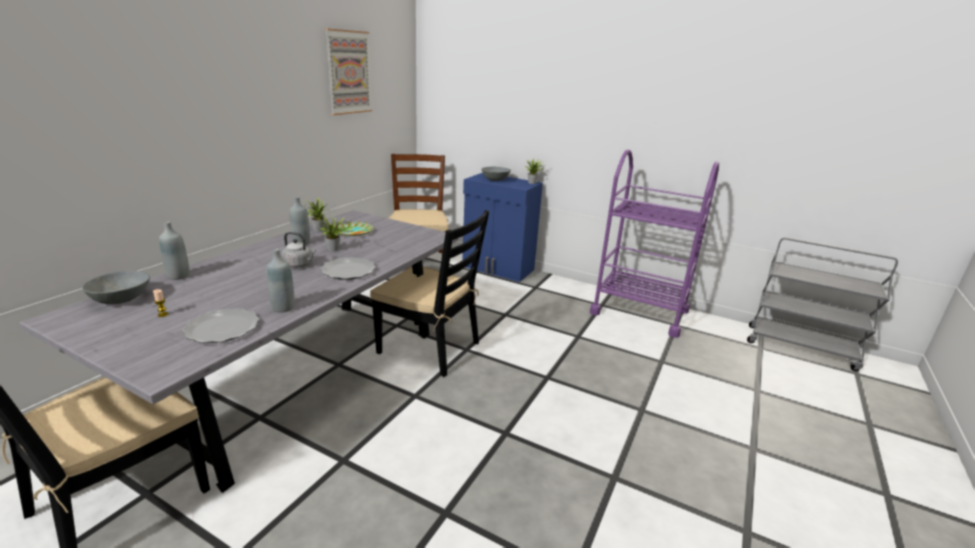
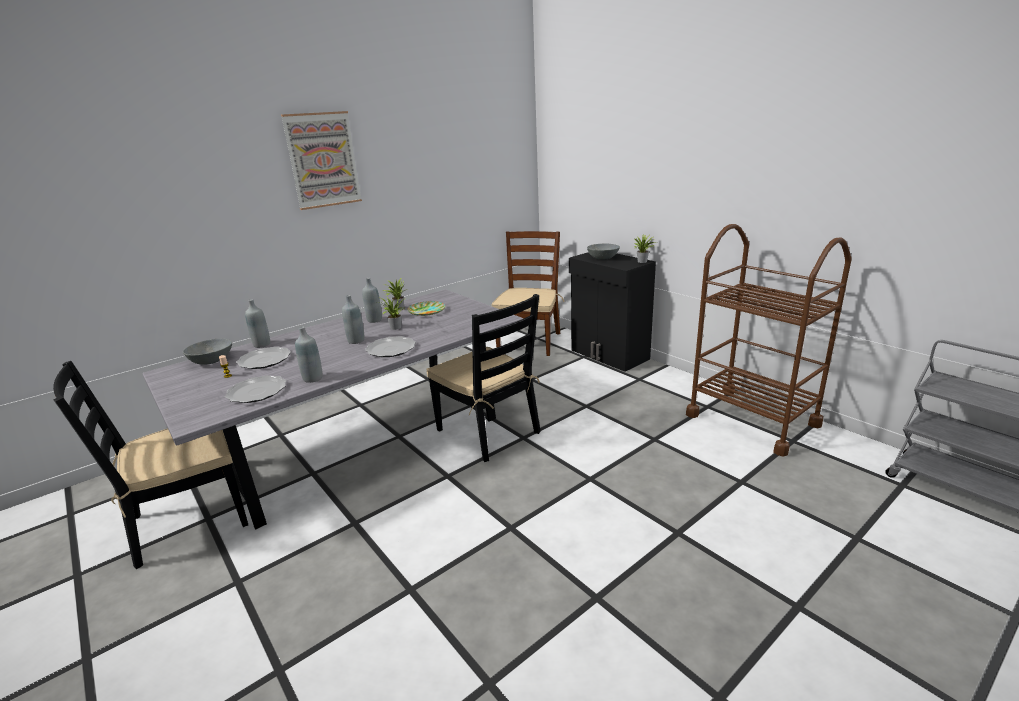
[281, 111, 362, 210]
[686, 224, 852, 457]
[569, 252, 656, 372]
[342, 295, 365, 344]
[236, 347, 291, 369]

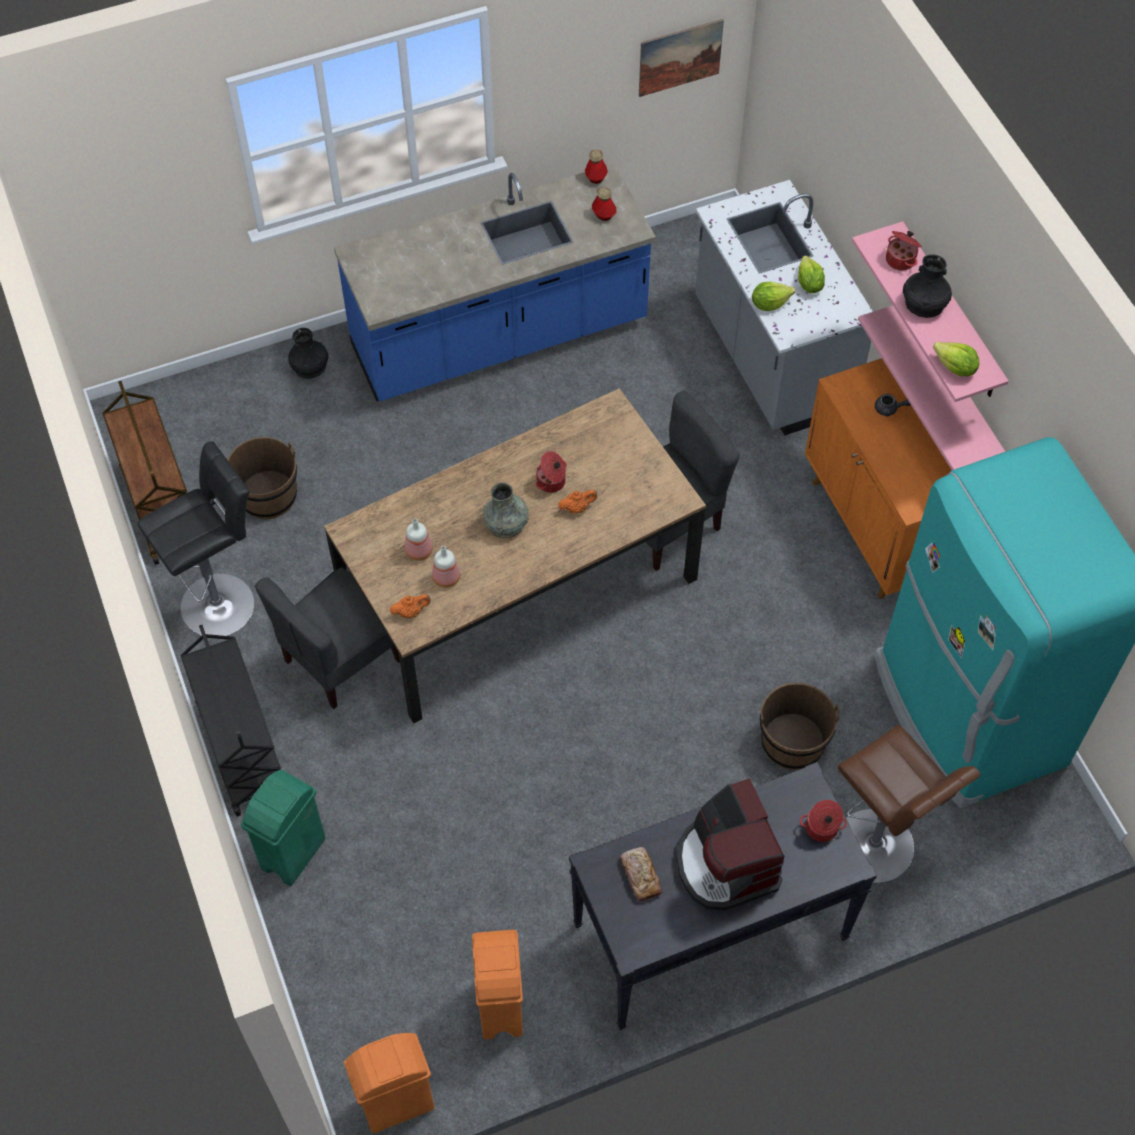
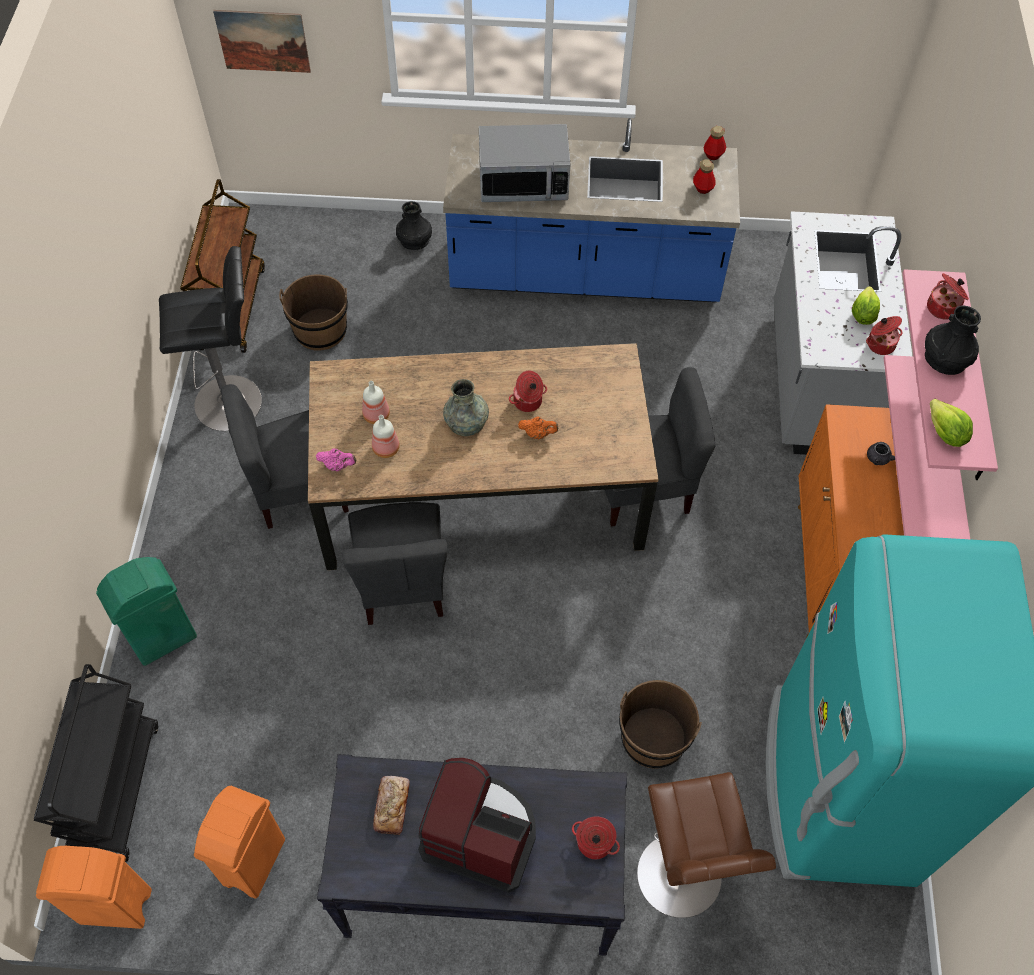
[213, 10, 311, 73]
[752, 282, 795, 311] (first image)
[316, 449, 356, 471]
[34, 664, 158, 862]
[418, 758, 536, 893]
[479, 124, 570, 202]
[866, 316, 902, 355]
[342, 502, 447, 625]

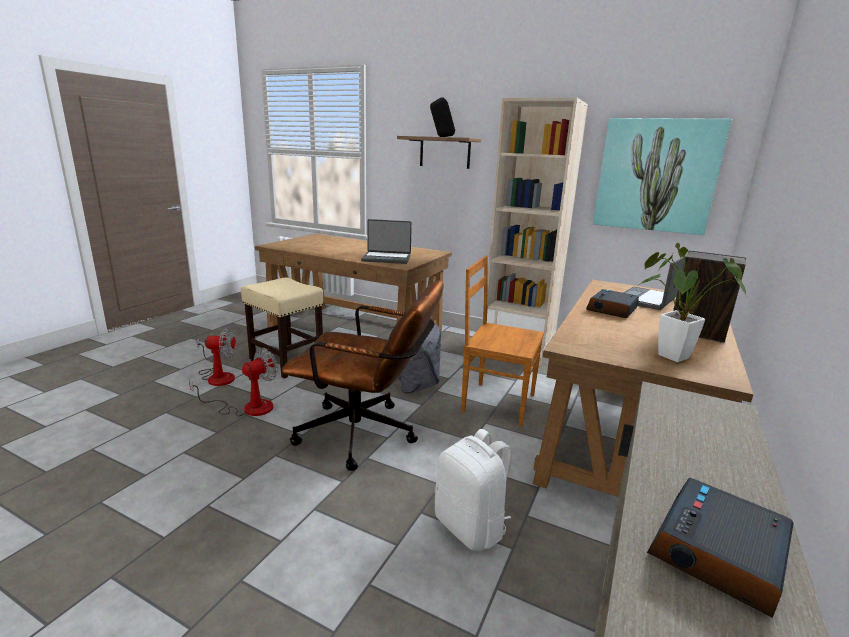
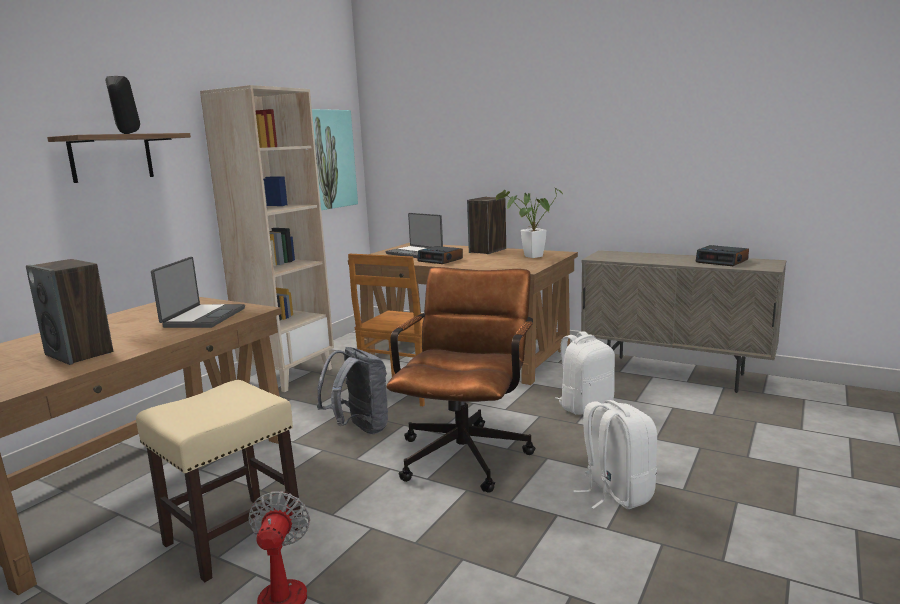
[189, 348, 278, 416] (first image)
[26, 259, 113, 365]
[573, 400, 657, 509]

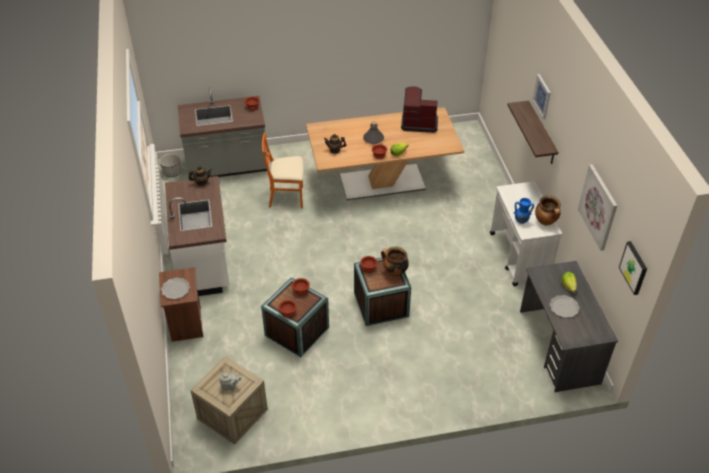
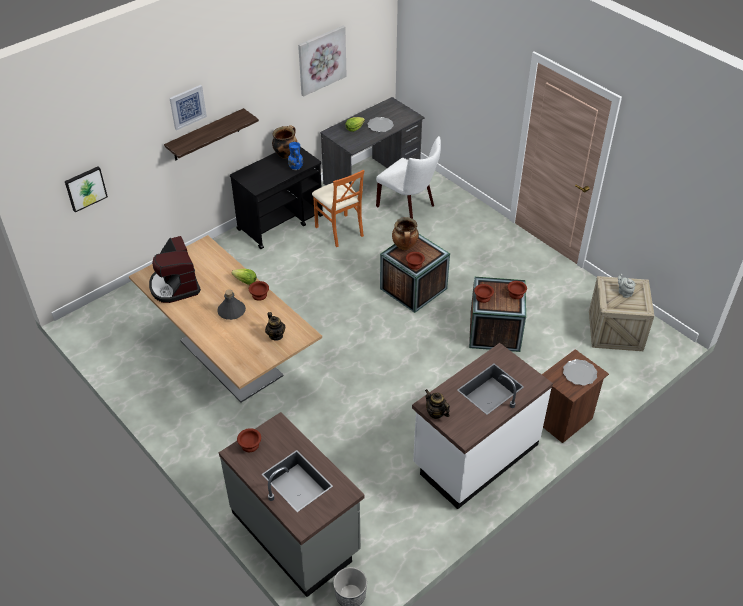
[312, 170, 364, 247]
[230, 147, 323, 249]
[65, 166, 108, 212]
[376, 136, 441, 219]

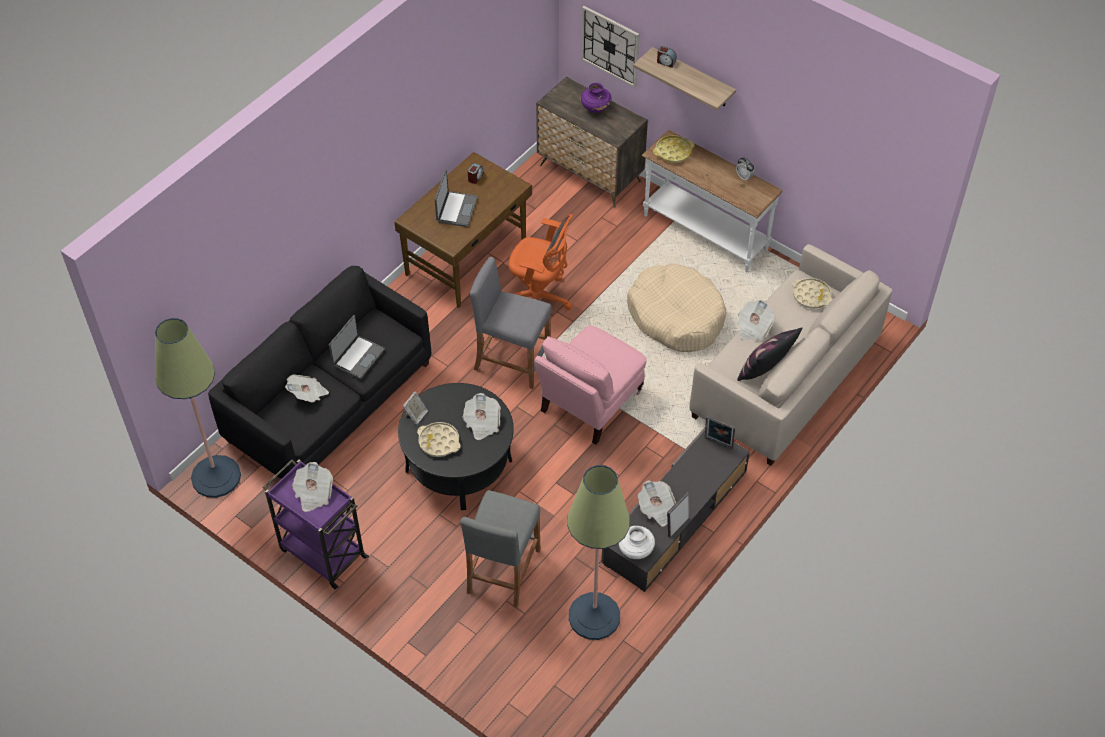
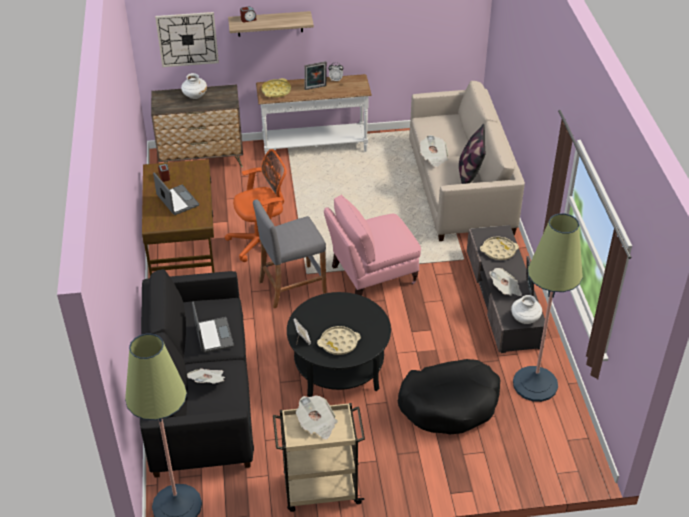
[181, 73, 207, 99]
[627, 263, 726, 352] (first image)
[480, 236, 519, 260]
[324, 195, 421, 296]
[462, 393, 501, 440] (first image)
[305, 61, 327, 90]
[273, 403, 365, 512]
[398, 359, 500, 434]

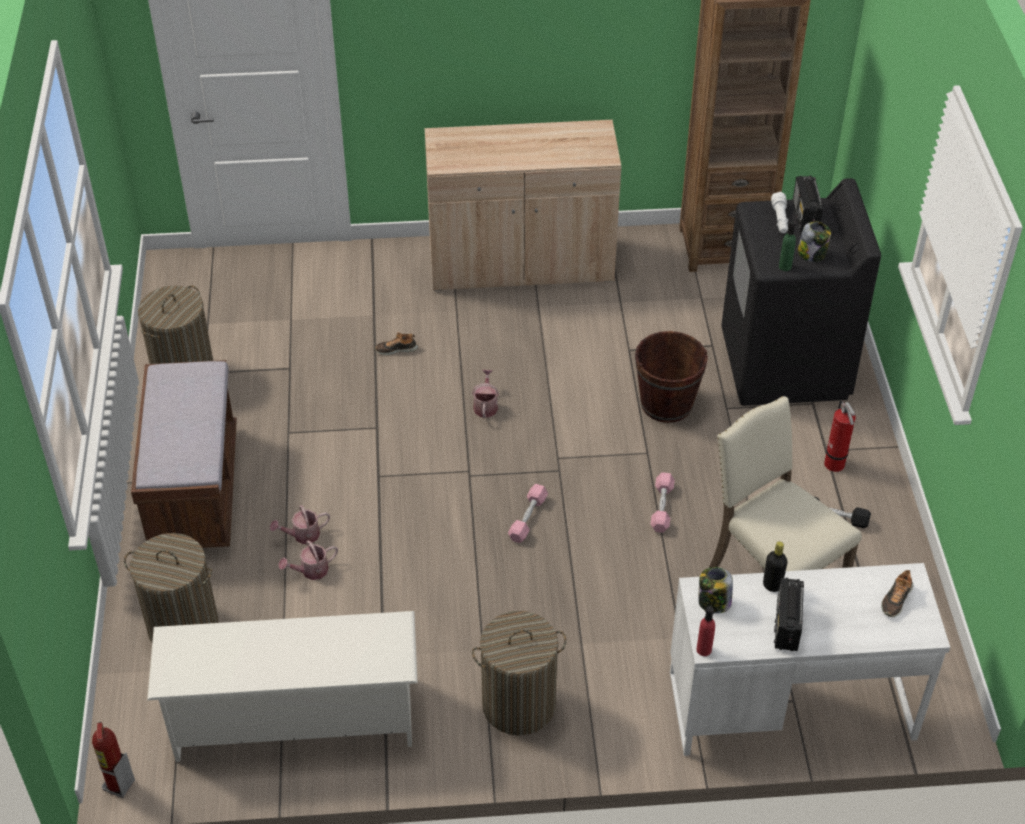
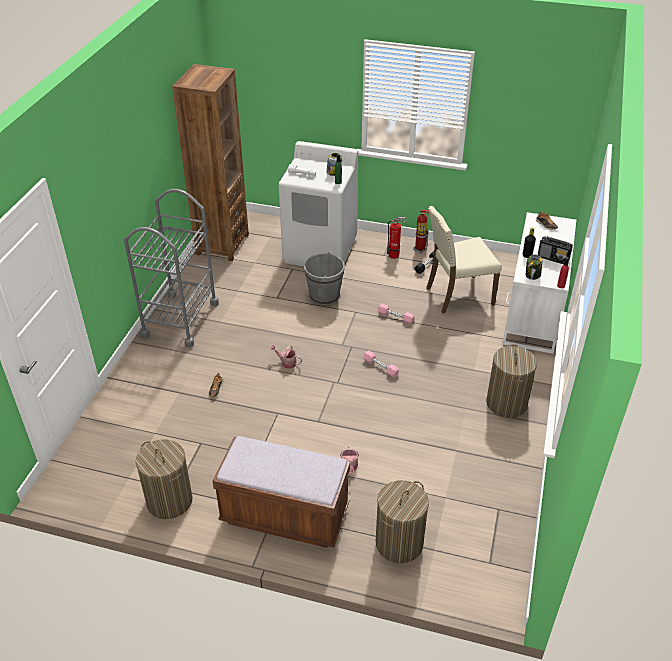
[124, 189, 219, 348]
[793, 176, 823, 232] (first image)
[279, 141, 358, 266]
[304, 252, 345, 305]
[279, 540, 338, 580] (first image)
[147, 611, 418, 762] (first image)
[413, 210, 429, 254]

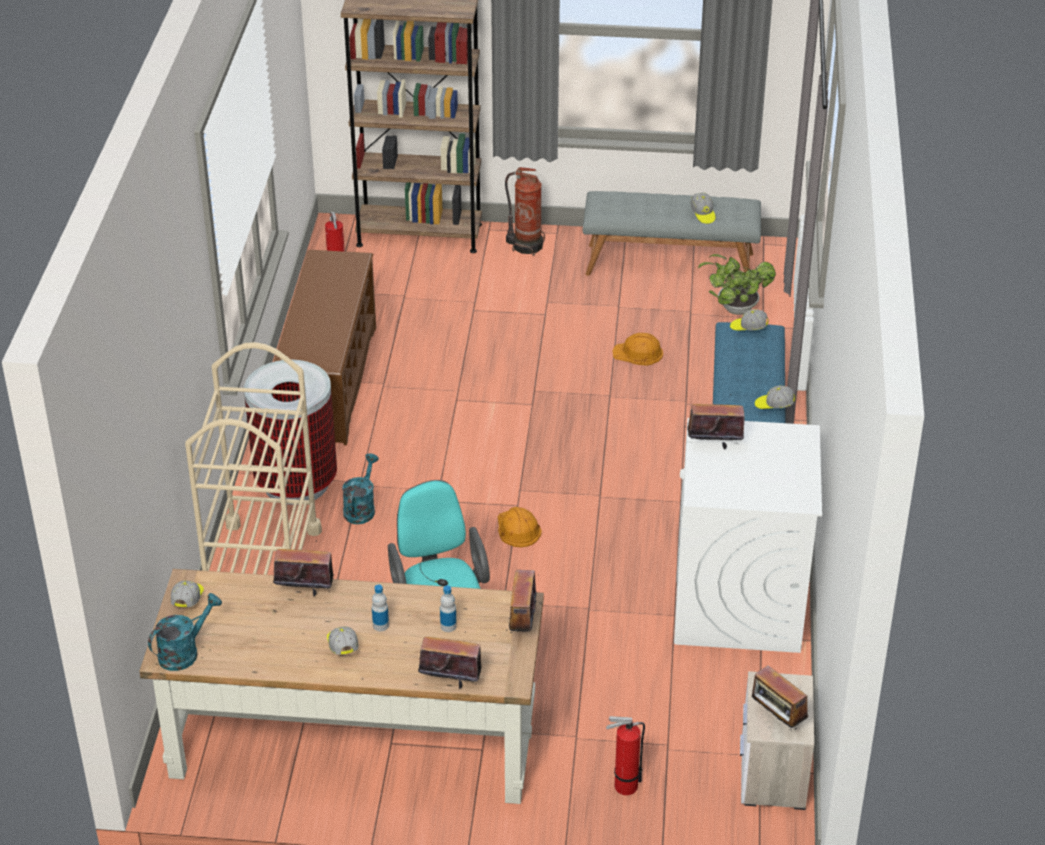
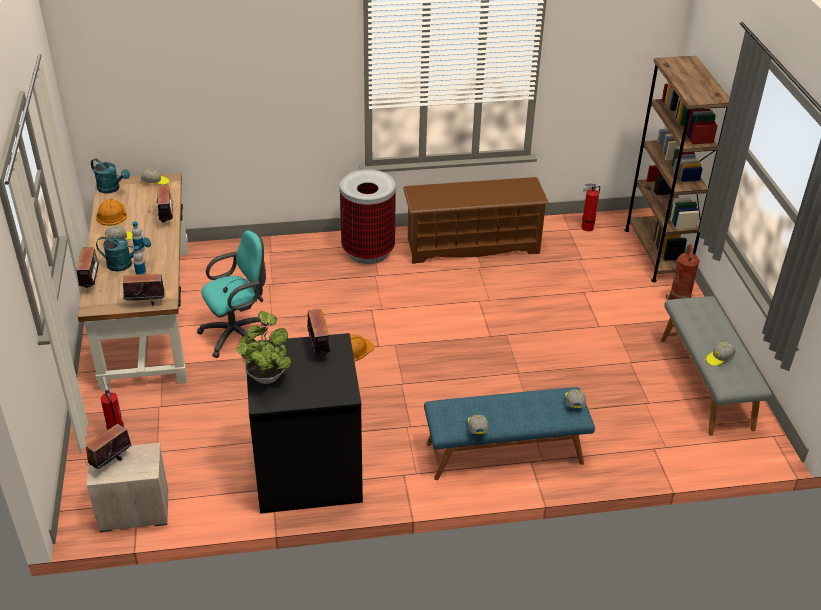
[236, 311, 291, 384]
[96, 199, 127, 226]
[185, 342, 322, 575] (first image)
[247, 333, 363, 514]
[96, 237, 151, 271]

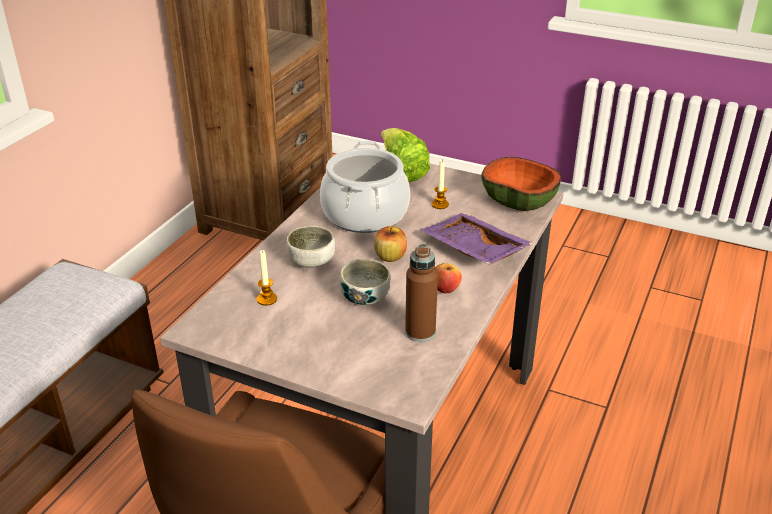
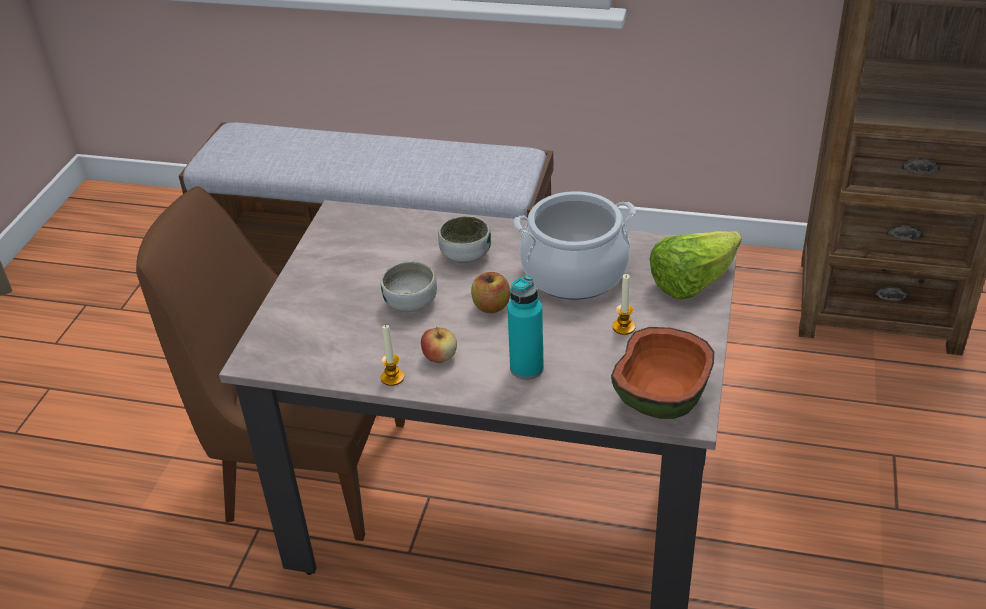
[507, 275, 544, 380]
[405, 244, 438, 342] (first image)
[381, 324, 404, 386]

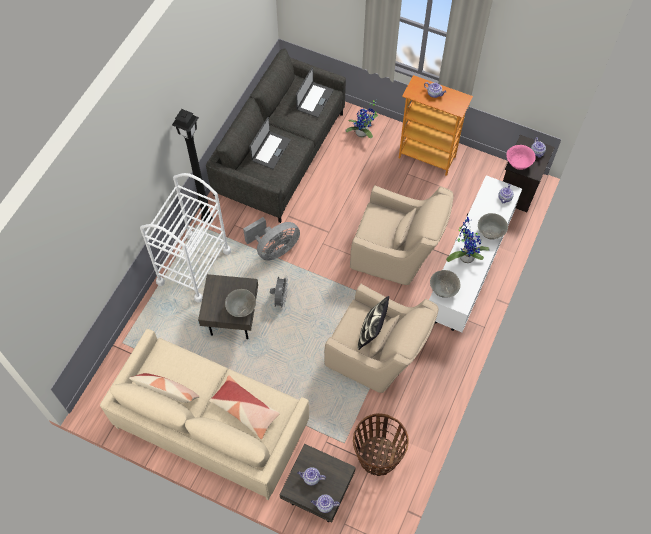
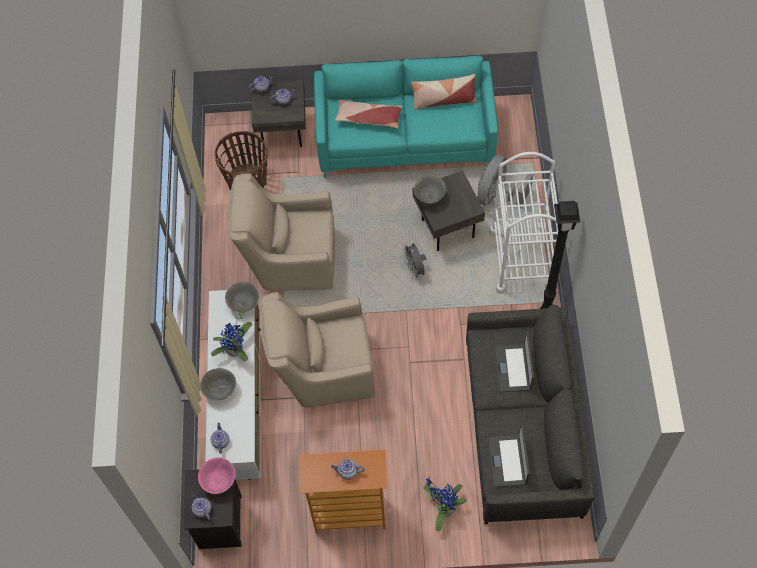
[477, 155, 533, 208]
[357, 296, 389, 350] (first image)
[314, 56, 498, 178]

